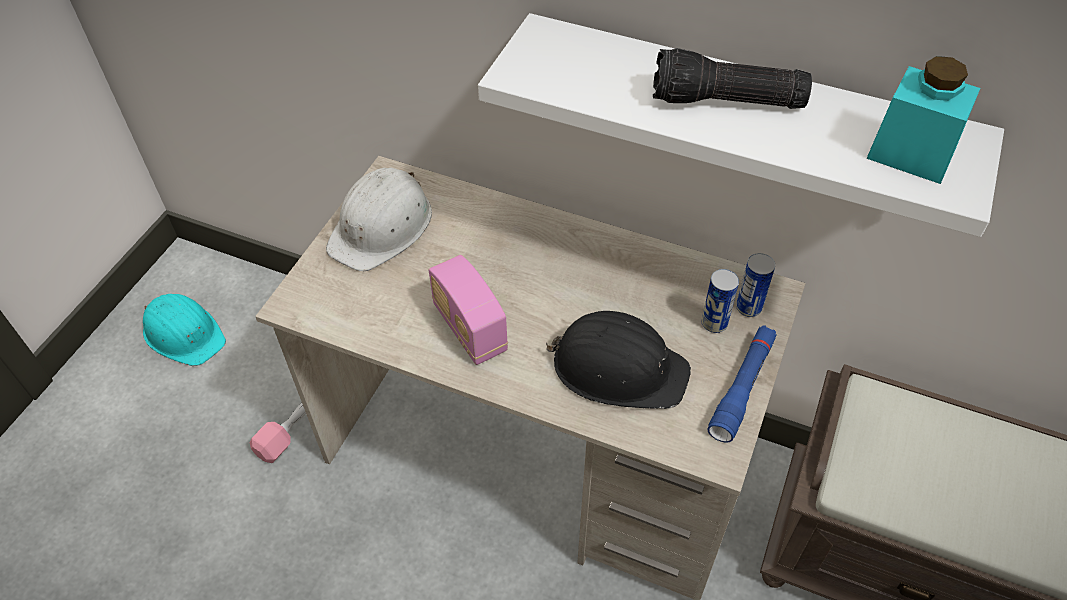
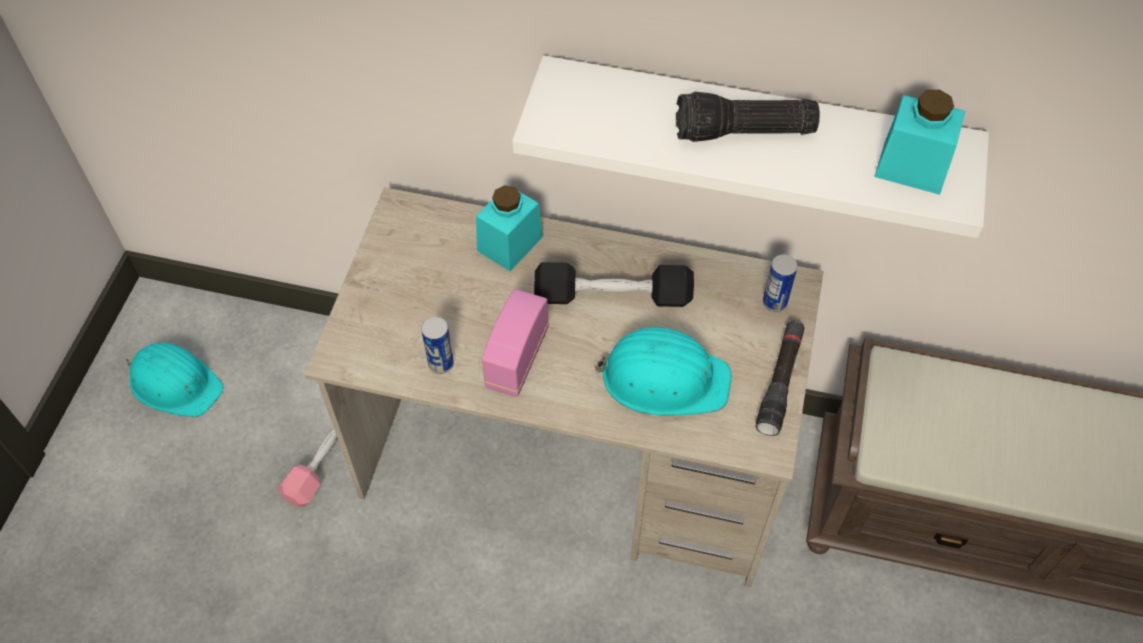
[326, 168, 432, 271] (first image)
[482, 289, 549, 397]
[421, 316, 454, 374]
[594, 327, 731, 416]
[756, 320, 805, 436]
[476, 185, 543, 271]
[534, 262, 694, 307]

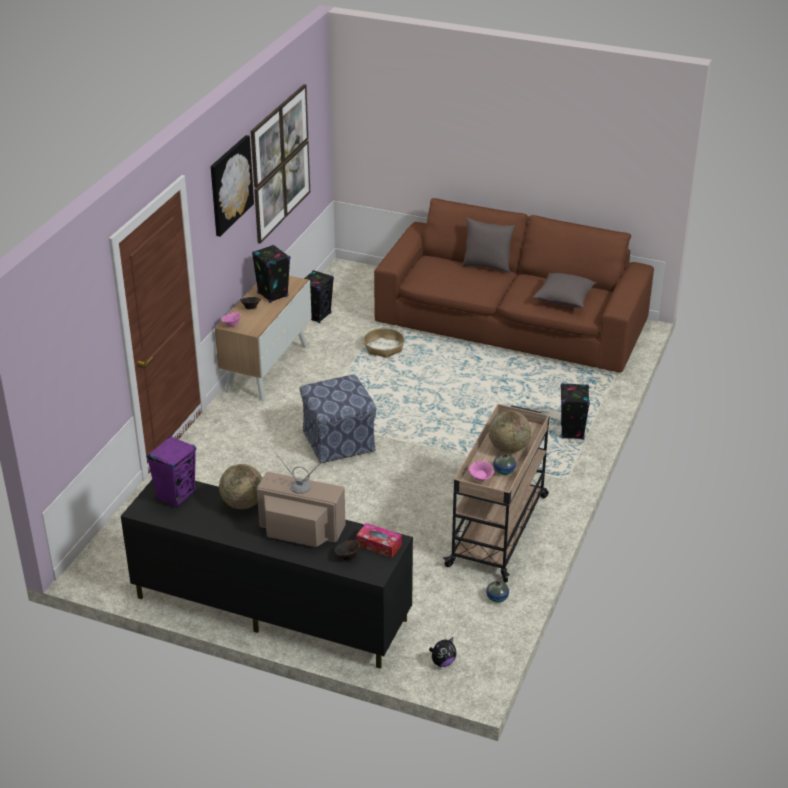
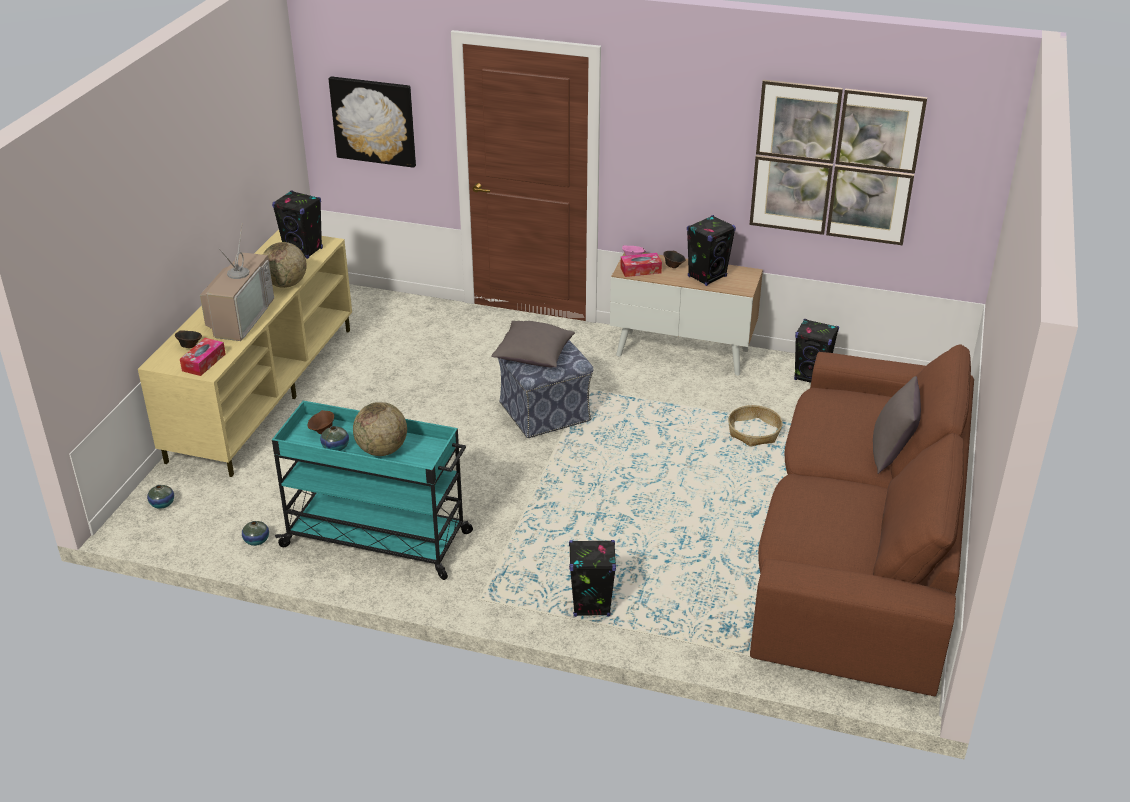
[329, 76, 416, 168]
[491, 321, 575, 367]
[272, 401, 473, 580]
[272, 190, 323, 259]
[308, 410, 334, 434]
[138, 229, 352, 477]
[147, 485, 174, 509]
[620, 253, 662, 277]

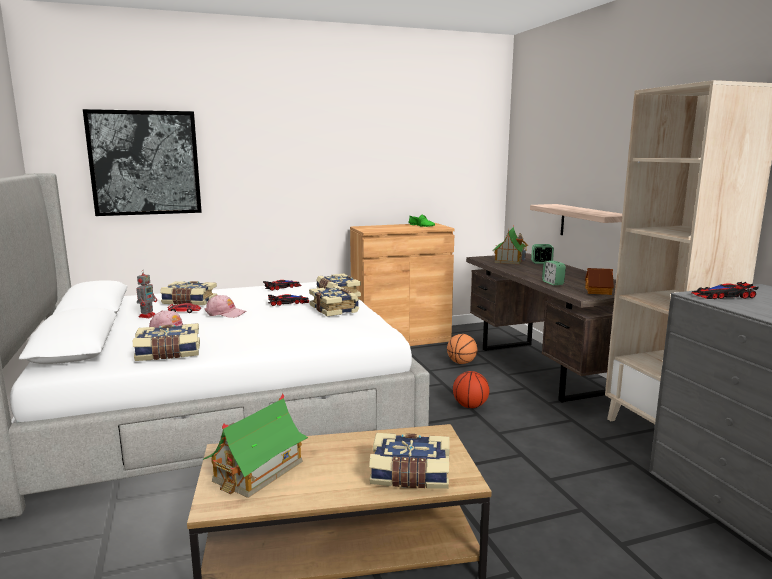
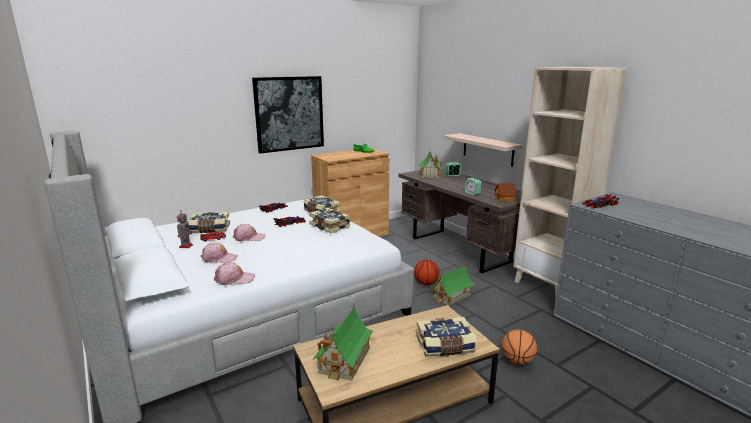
[252, 76, 324, 153]
[214, 262, 255, 285]
[501, 329, 537, 365]
[430, 264, 475, 306]

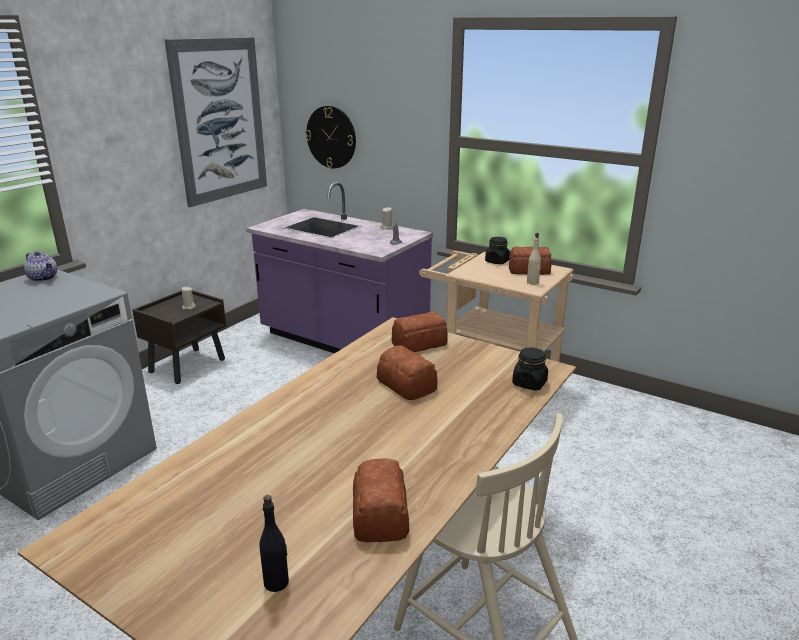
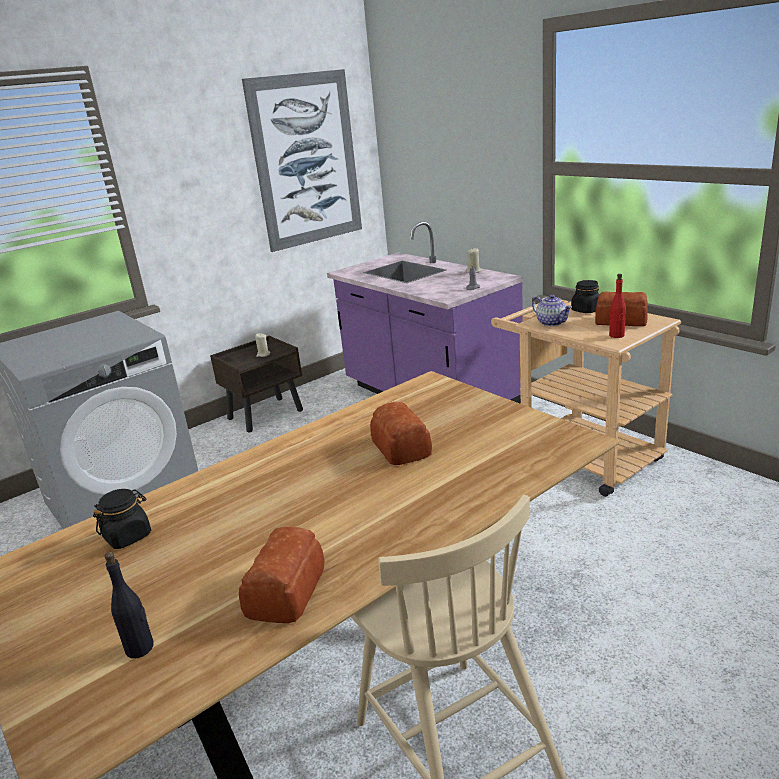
[305, 106, 356, 168] (first image)
[609, 274, 626, 338]
[532, 295, 572, 326]
[392, 311, 448, 352] (first image)
[93, 489, 151, 549]

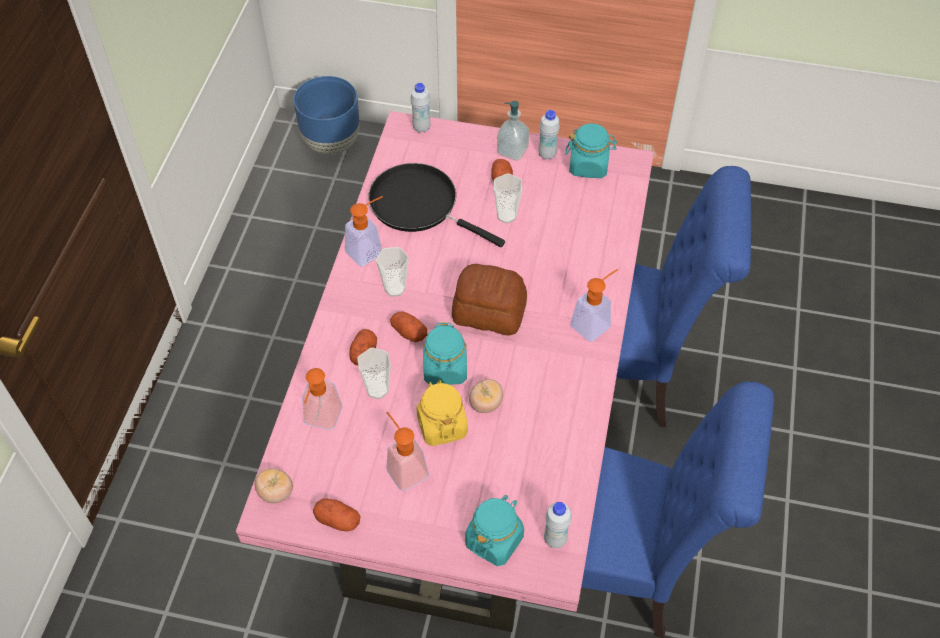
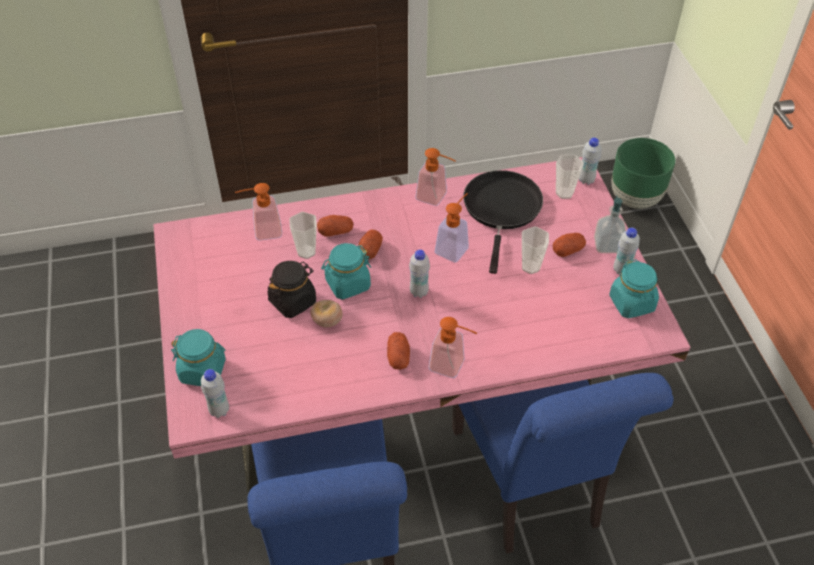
[611, 138, 675, 209]
[556, 154, 584, 199]
[409, 250, 430, 298]
[268, 261, 316, 318]
[435, 193, 469, 263]
[254, 469, 293, 503] (first image)
[387, 332, 410, 370]

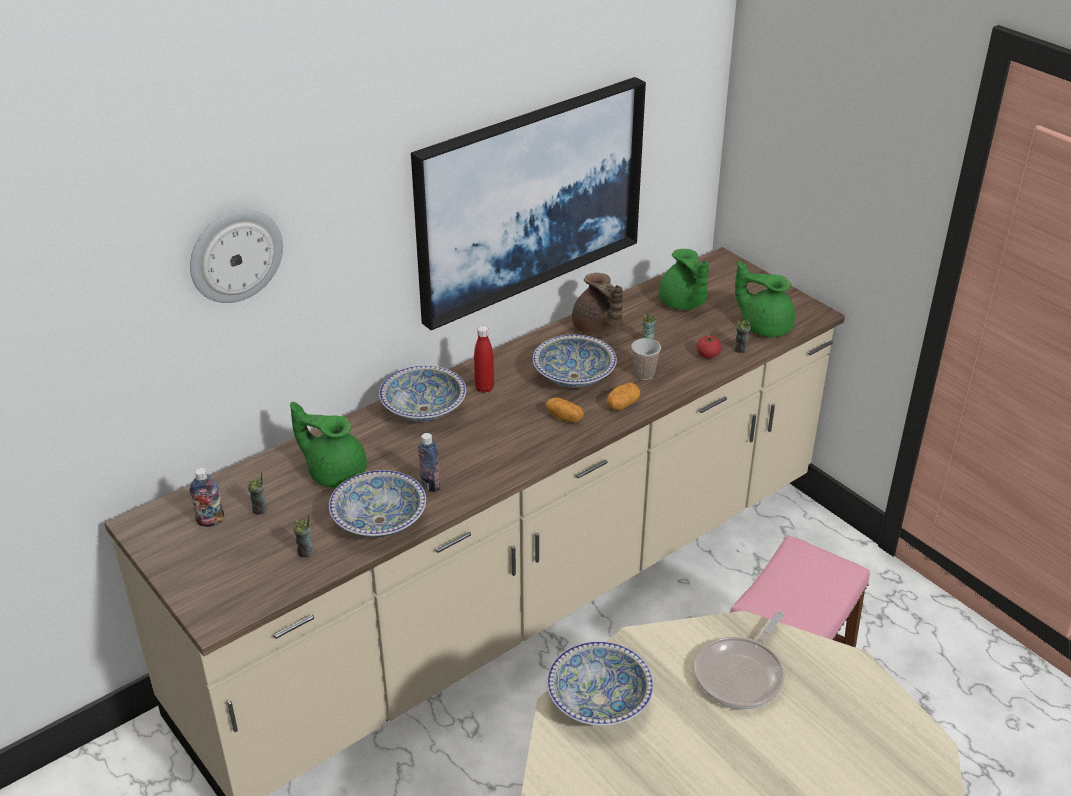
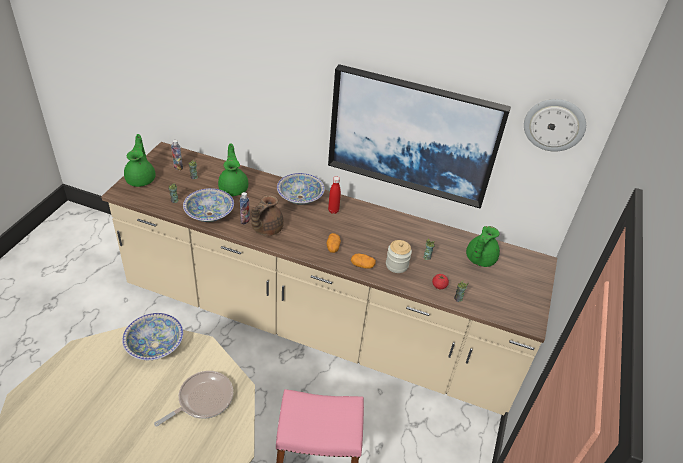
[524, 99, 586, 152]
[124, 134, 156, 187]
[251, 195, 284, 236]
[533, 335, 617, 388] (first image)
[386, 240, 412, 273]
[154, 371, 233, 427]

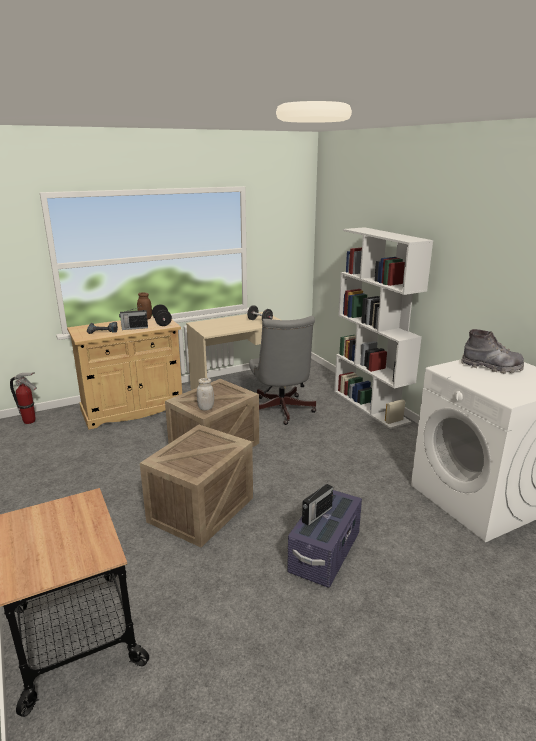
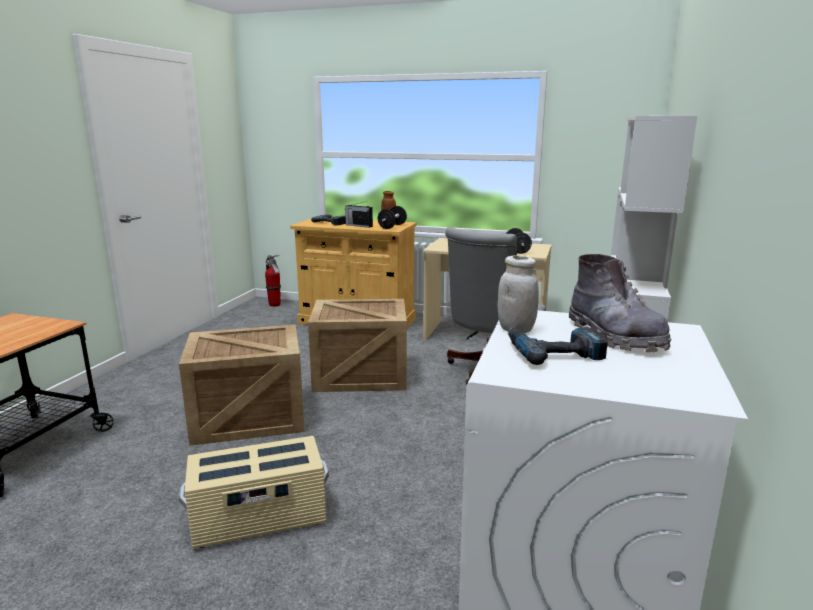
[498, 255, 539, 333]
[302, 481, 333, 526] (first image)
[179, 436, 329, 549]
[508, 327, 608, 365]

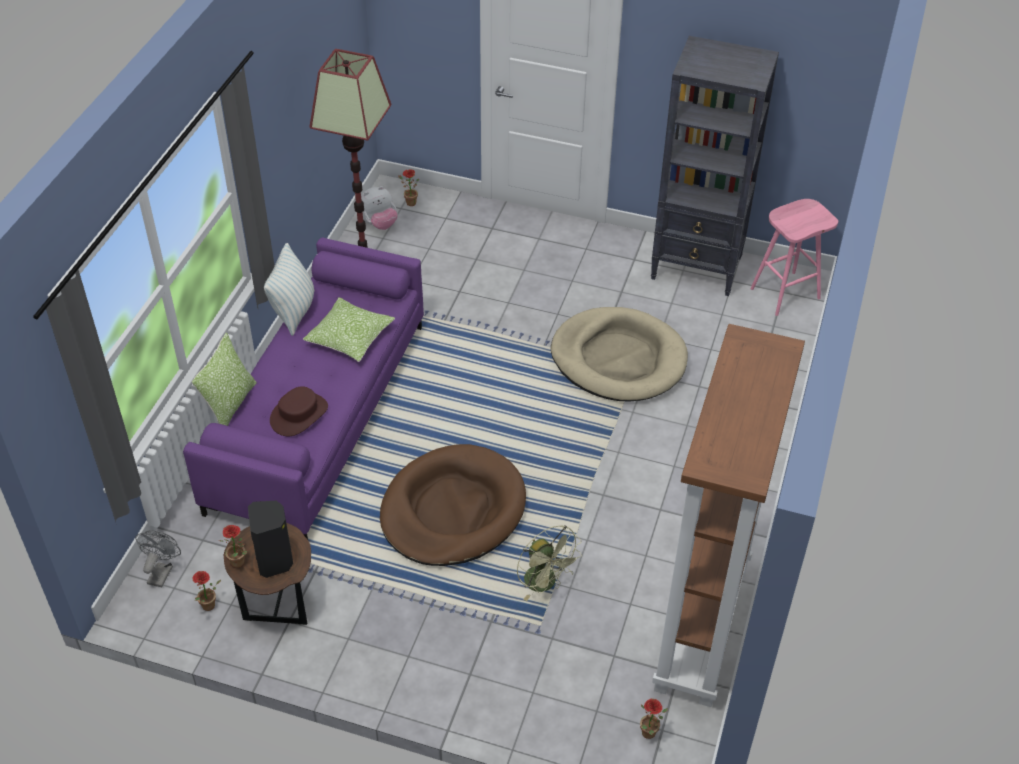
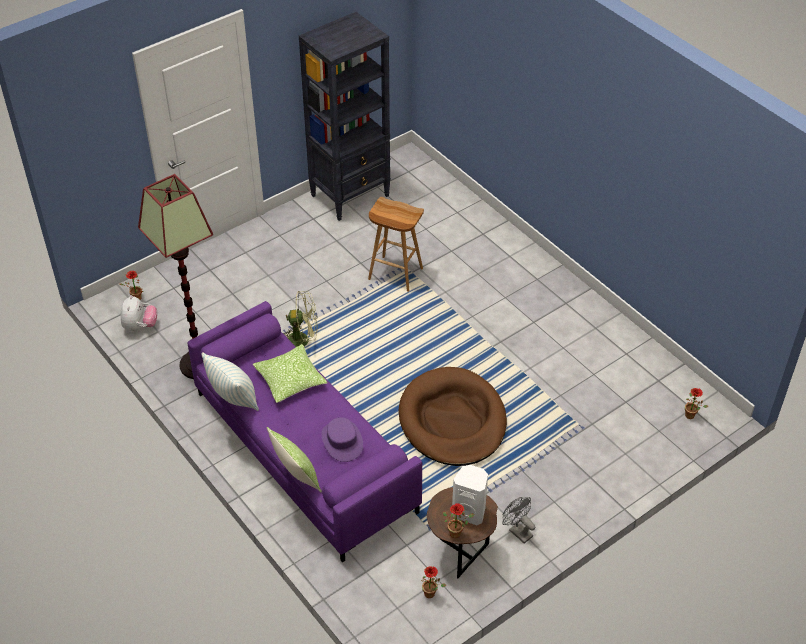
[750, 199, 838, 316] (first image)
[368, 197, 424, 292]
[652, 324, 805, 707] (first image)
[321, 417, 363, 462]
[452, 465, 488, 525]
[283, 291, 318, 347]
[502, 497, 536, 544]

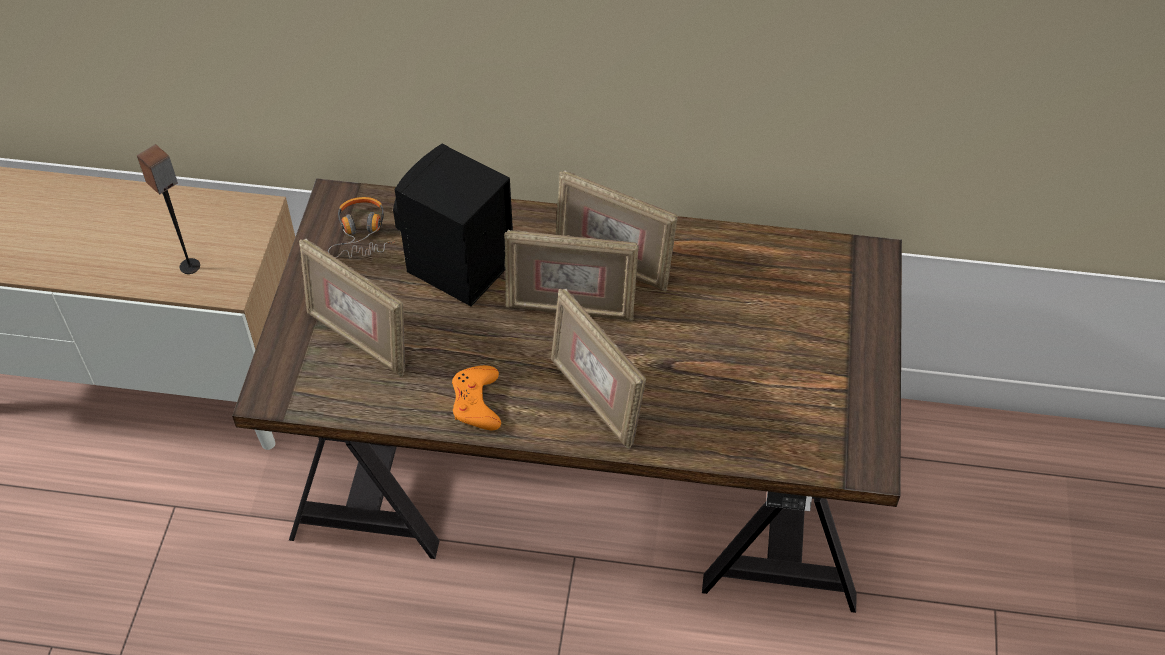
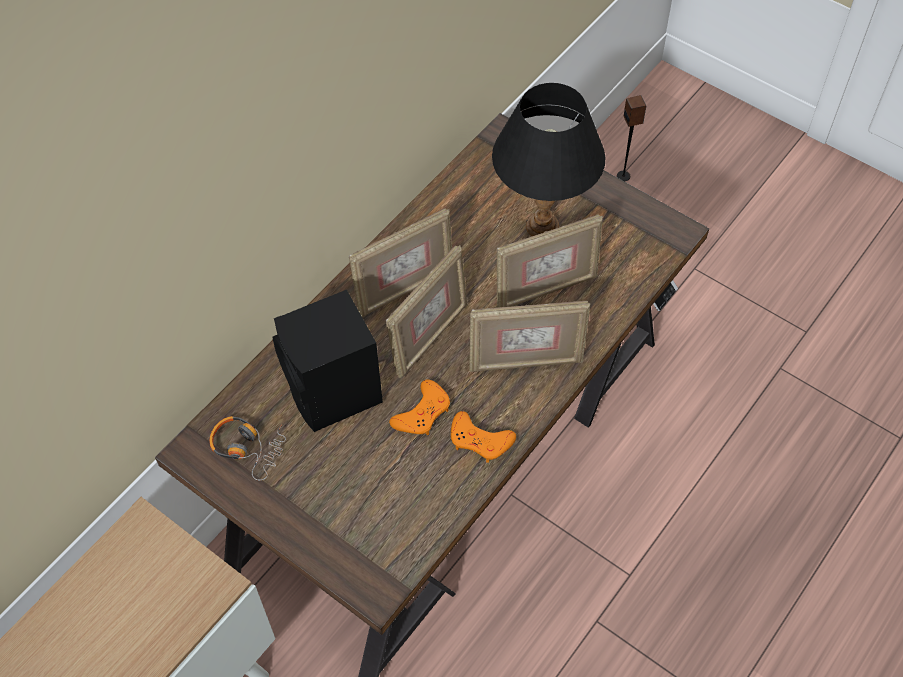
[617, 95, 647, 181]
[496, 215, 603, 308]
[492, 83, 606, 236]
[389, 380, 450, 435]

